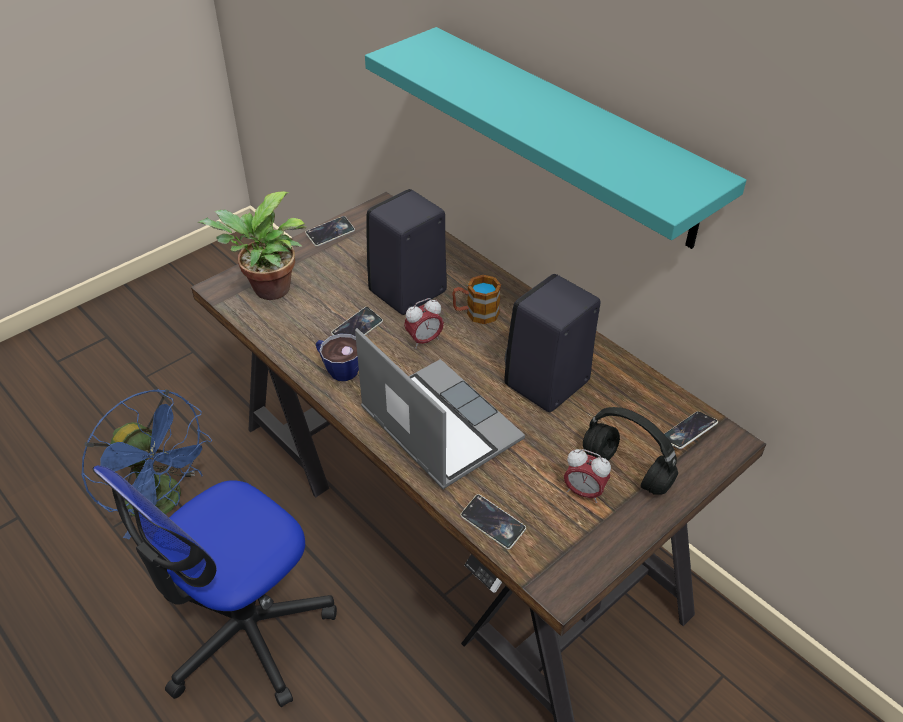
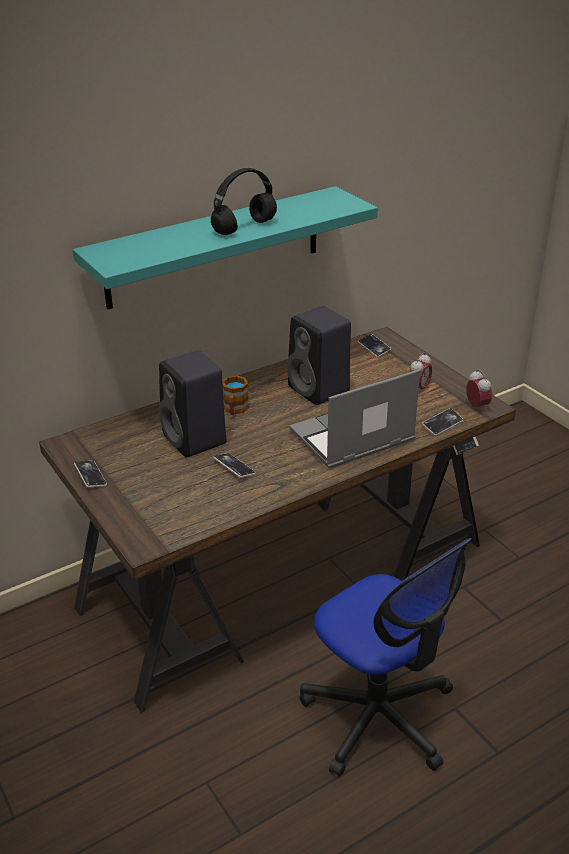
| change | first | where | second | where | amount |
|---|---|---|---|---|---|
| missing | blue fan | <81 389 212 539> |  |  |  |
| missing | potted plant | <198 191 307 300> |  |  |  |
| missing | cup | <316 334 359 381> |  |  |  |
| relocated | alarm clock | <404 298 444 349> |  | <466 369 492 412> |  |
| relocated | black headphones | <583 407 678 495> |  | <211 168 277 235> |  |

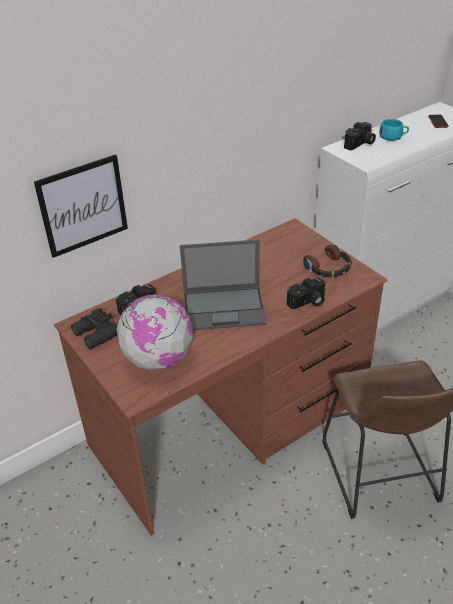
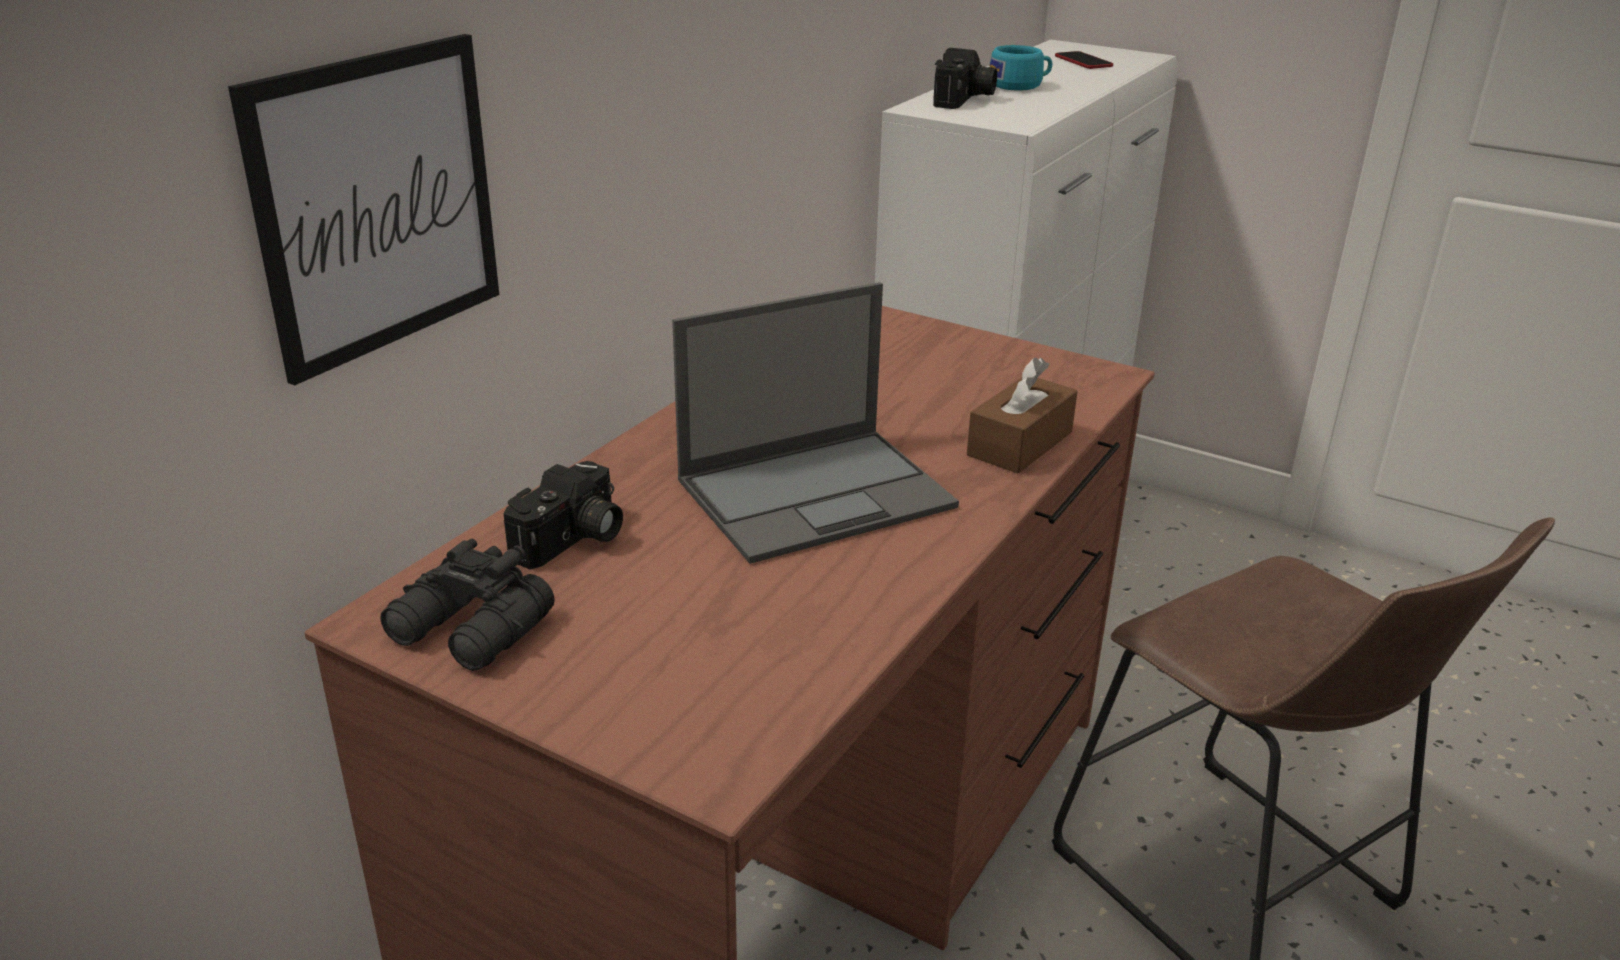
| change | first | where | second | where | amount |
|---|---|---|---|---|---|
| missing | globe | <116 294 193 370> |  |  |  |
| missing | headphones | <303 245 352 278> |  |  |  |
| exchanged | photo camera | <287 278 326 309> | brown tissue box | <967 358 1077 473> |  |

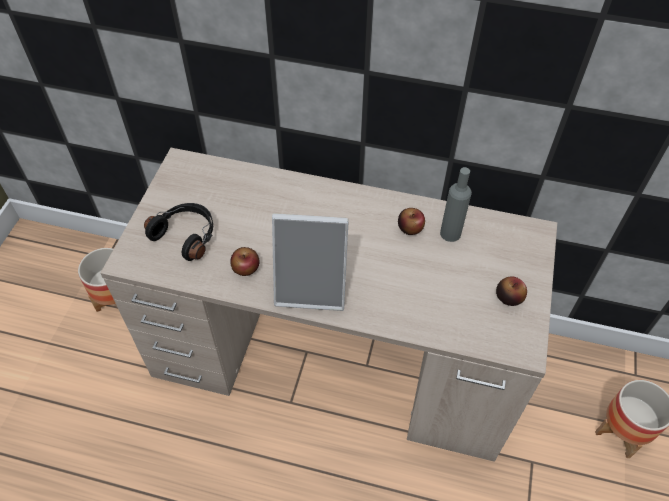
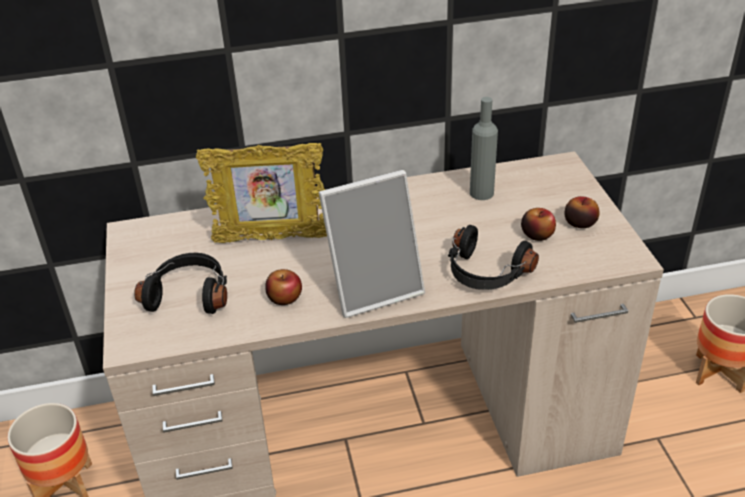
| change | first | where | second | where | amount |
|---|---|---|---|---|---|
| appeared |  |  | picture frame | <196 143 327 243> |  |
| appeared |  |  | black headphones | <448 225 539 290> |  |
| relocated | apple | <398 208 425 235> |  | <521 208 556 241> |  |

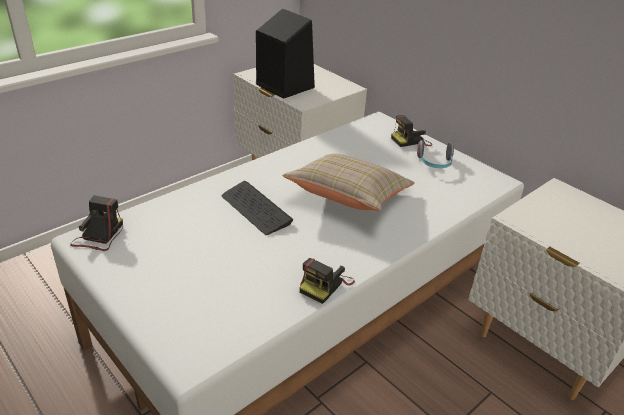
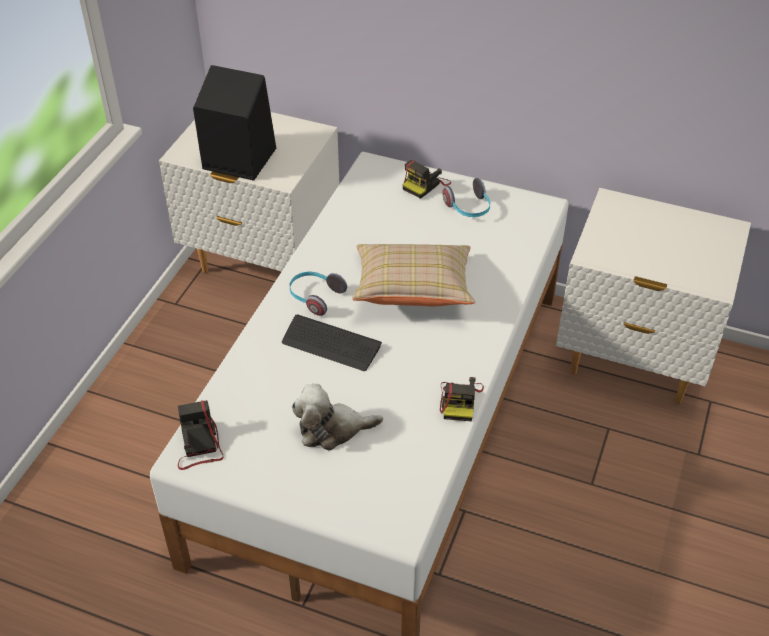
| change | first | where | second | where | amount |
|---|---|---|---|---|---|
| appeared |  |  | headphones | <289 272 347 316> |  |
| appeared |  |  | plush toy | <292 384 383 450> |  |

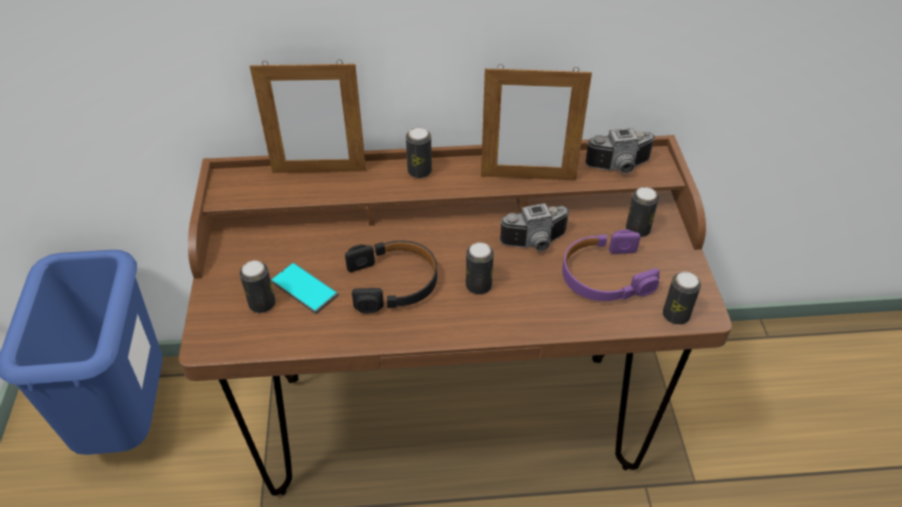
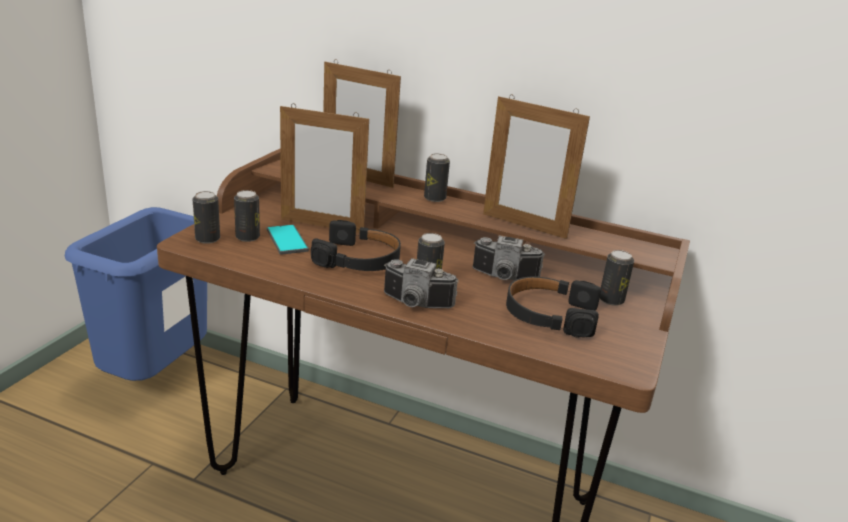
| change | first | where | second | where | amount |
|---|---|---|---|---|---|
| appeared |  |  | picture frame | <280 103 369 233> |  |
| relocated | photo camera | <585 128 655 174> |  | <384 258 459 308> |  |
| relocated | can | <663 272 701 325> |  | <193 191 220 244> |  |
| colour | purple headphones | <562 230 660 301> | black headphones | <506 277 601 338> |  |

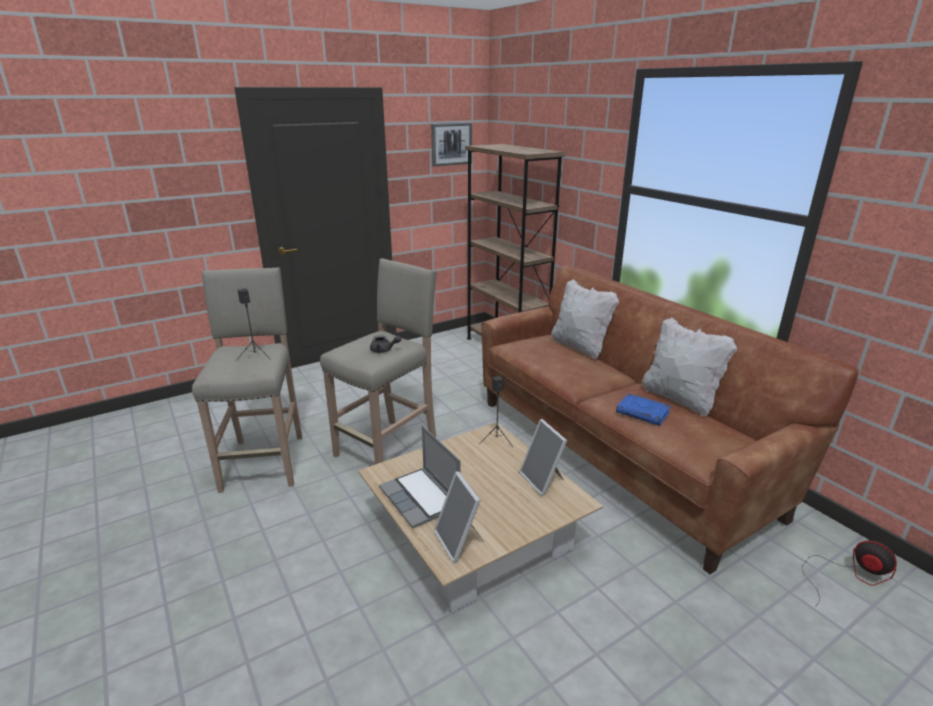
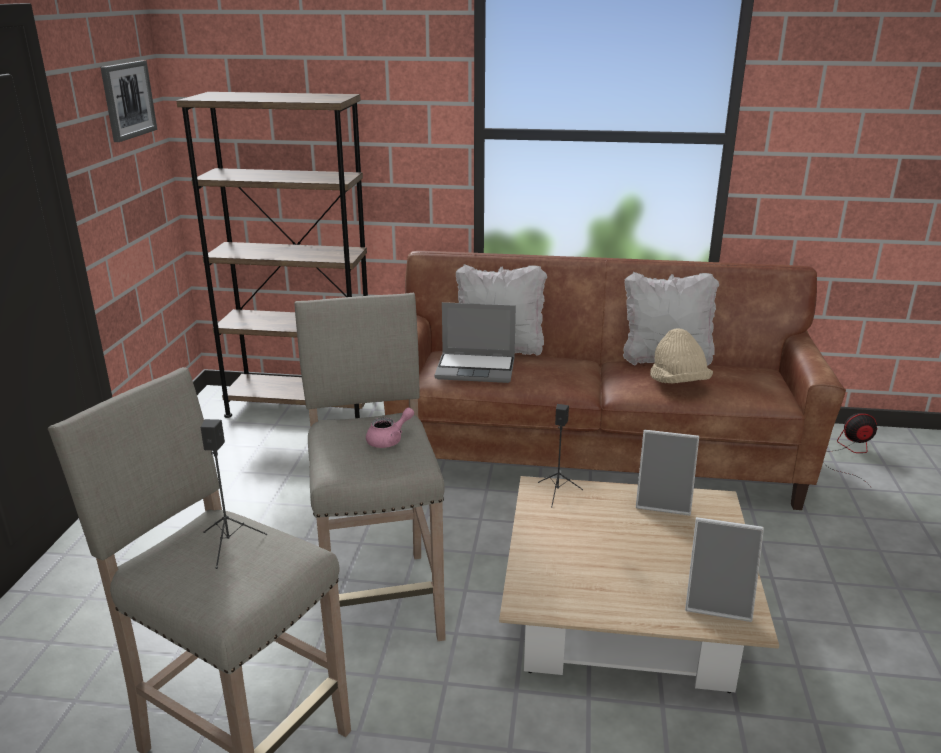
| change | first | where | second | where | amount |
|---|---|---|---|---|---|
| relocated | laptop | <379 426 460 529> |  | <434 302 516 383> |  |
| exchanged | blue book | <616 393 671 426> | beige hat | <650 328 713 384> |  |
| colour | grey teapot | <370 335 401 353> | pink teapot | <366 408 414 448> |  |

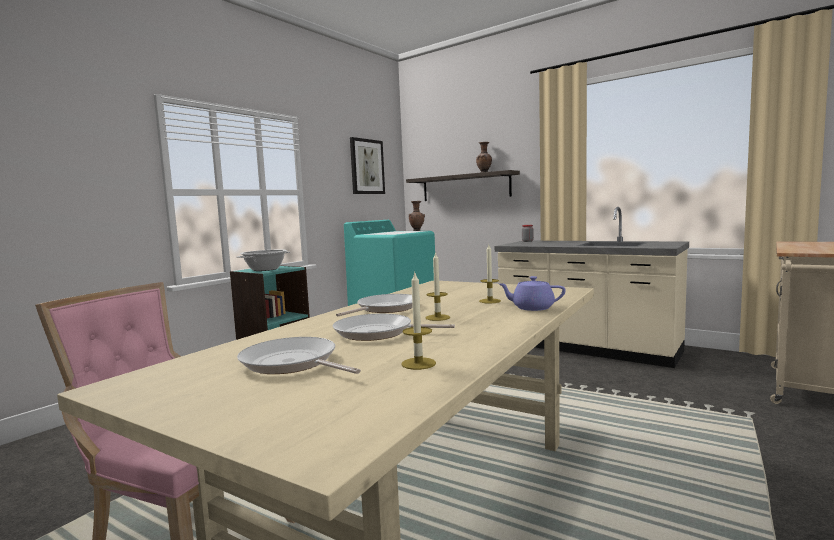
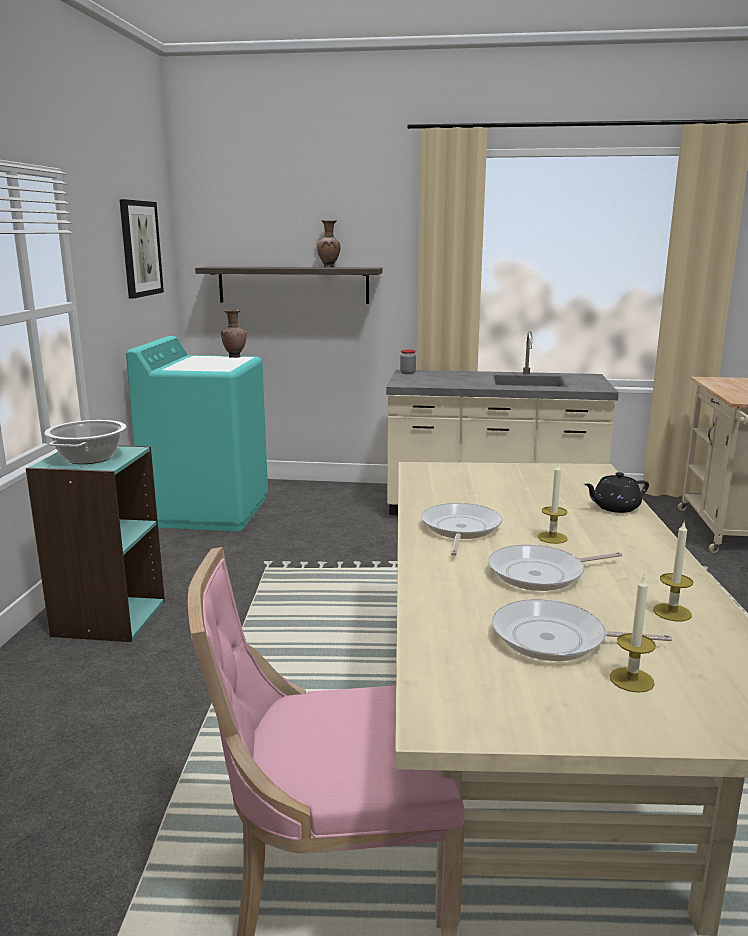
| change | first | where | second | where | amount |
|---|---|---|---|---|---|
| relocated | candle | <479 245 501 304> |  | <610 576 656 693> |  |
| colour | purple teapot | <498 276 566 311> | black teapot | <584 472 649 513> |  |

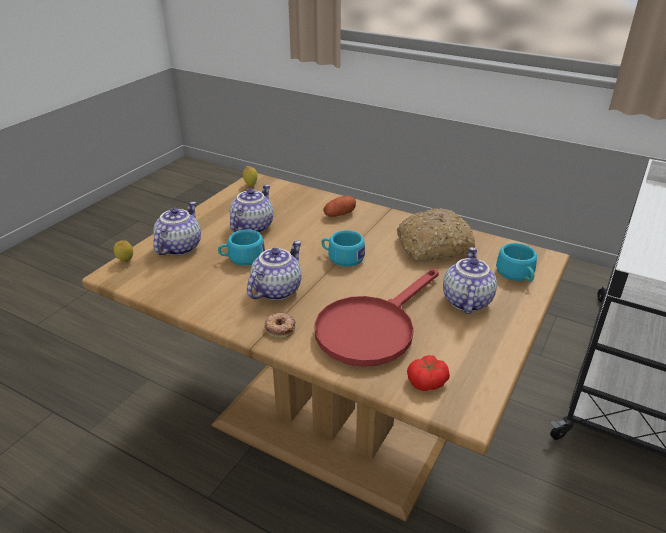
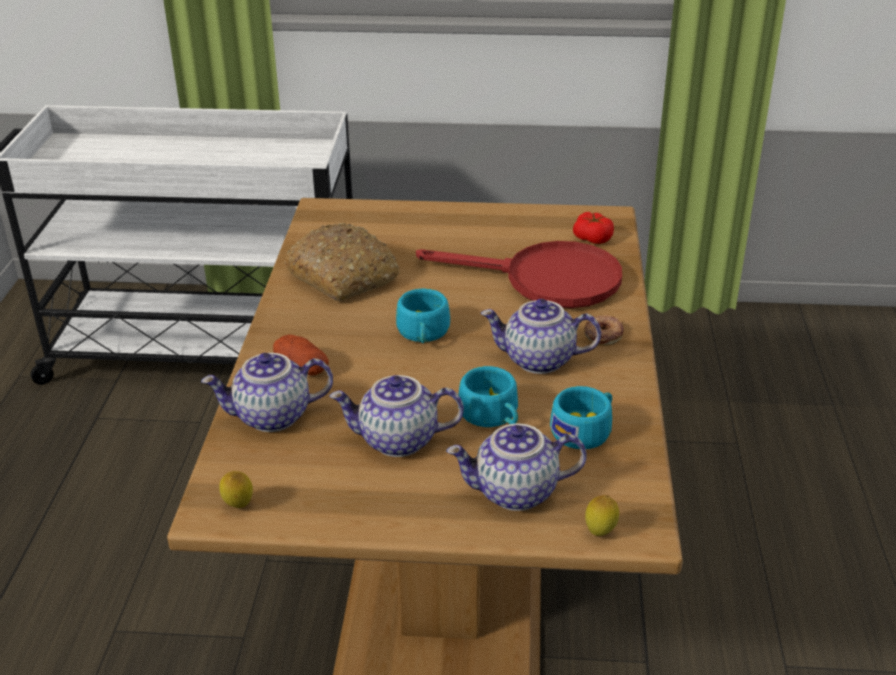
| change | first | where | second | where | amount |
|---|---|---|---|---|---|
| relocated | teapot | <443 247 497 314> |  | <201 353 333 432> |  |
| relocated | turquoise cup | <496 243 537 281> |  | <550 386 612 449> |  |

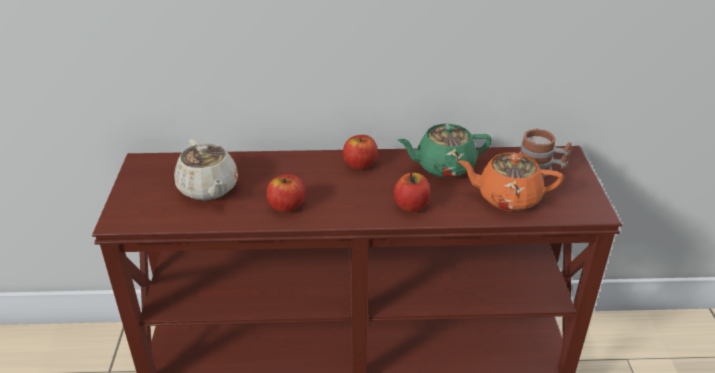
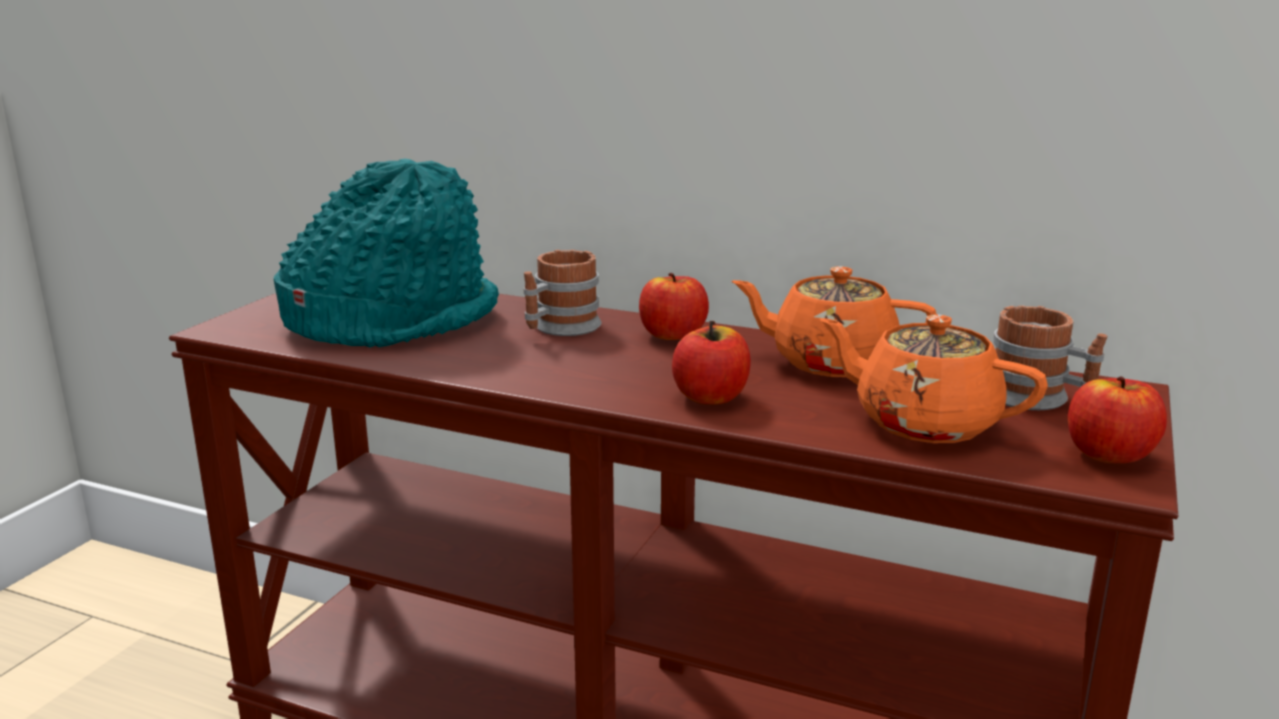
| change | first | where | second | where | amount |
|---|---|---|---|---|---|
| appeared |  |  | mug | <524 250 601 336> |  |
| relocated | apple | <266 174 305 212> |  | <1068 377 1167 463> |  |
| exchanged | beige teapot | <174 139 238 201> | turquoise hat | <274 159 499 348> |  |
| colour | green teapot | <397 124 492 178> | orange teapot | <731 267 937 377> |  |

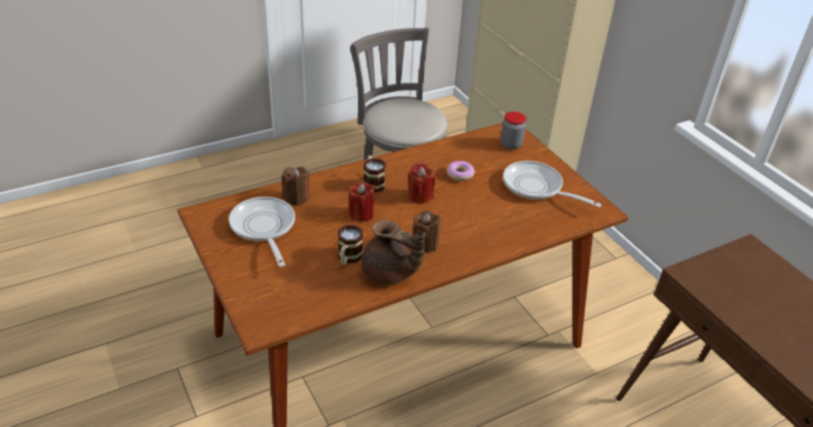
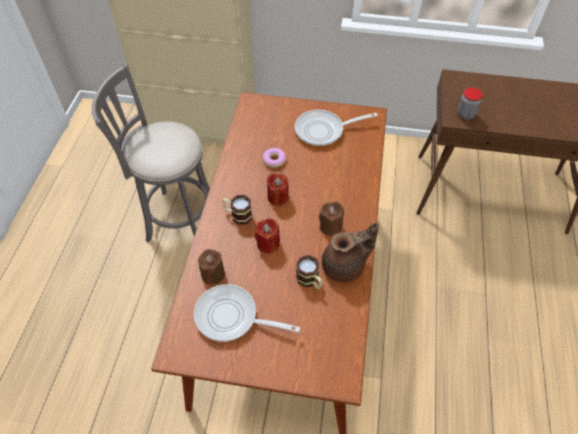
| change | first | where | second | where | amount |
|---|---|---|---|---|---|
| relocated | jar | <500 112 526 150> |  | <457 88 483 120> |  |

